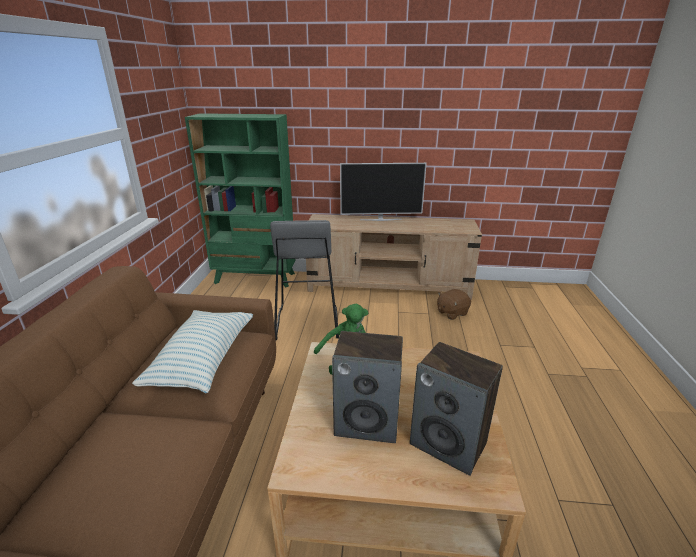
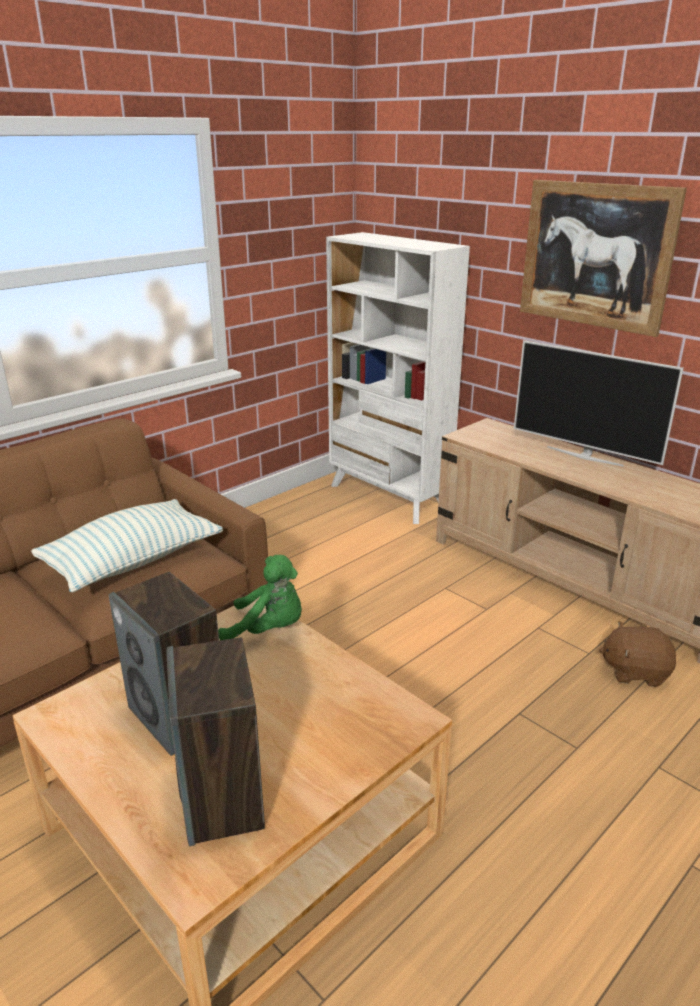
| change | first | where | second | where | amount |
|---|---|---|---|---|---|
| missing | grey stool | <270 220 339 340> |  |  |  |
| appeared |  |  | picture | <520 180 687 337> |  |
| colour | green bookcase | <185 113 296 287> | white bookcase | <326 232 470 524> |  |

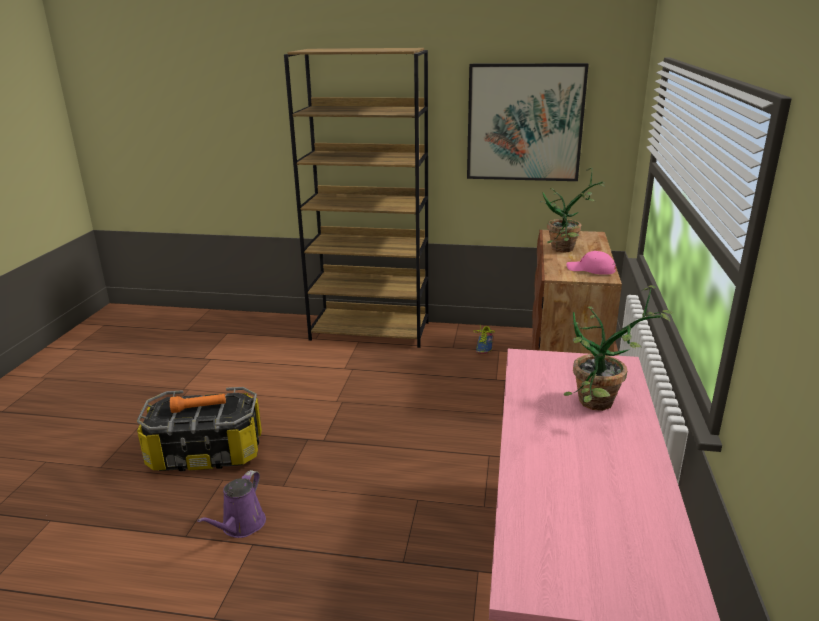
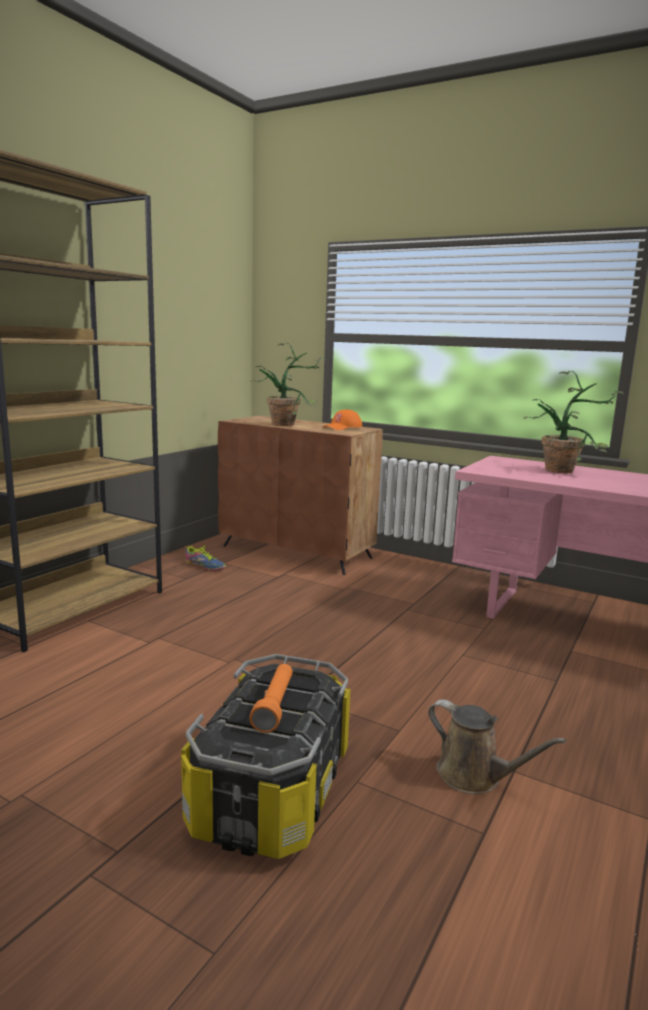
| change | first | where | second | where | amount |
|---|---|---|---|---|---|
| missing | picture | <467 63 589 181> |  |  |  |
| colour | purple watering can | <197 470 266 538> | brown watering can | <428 699 566 794> |  |
| colour | pink cap | <566 251 616 275> | orange cap | <323 409 362 430> |  |

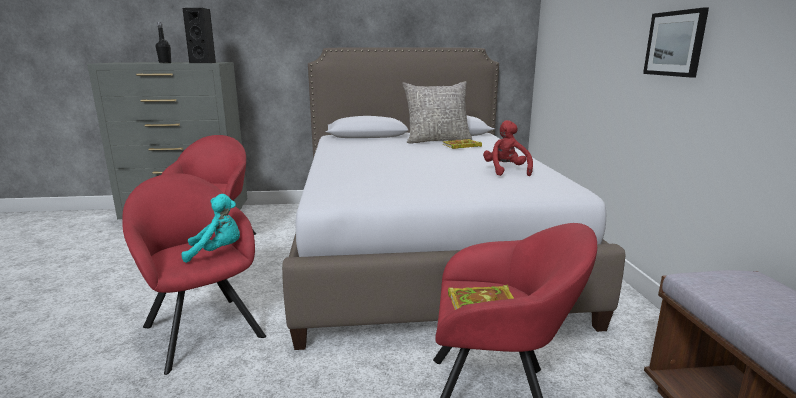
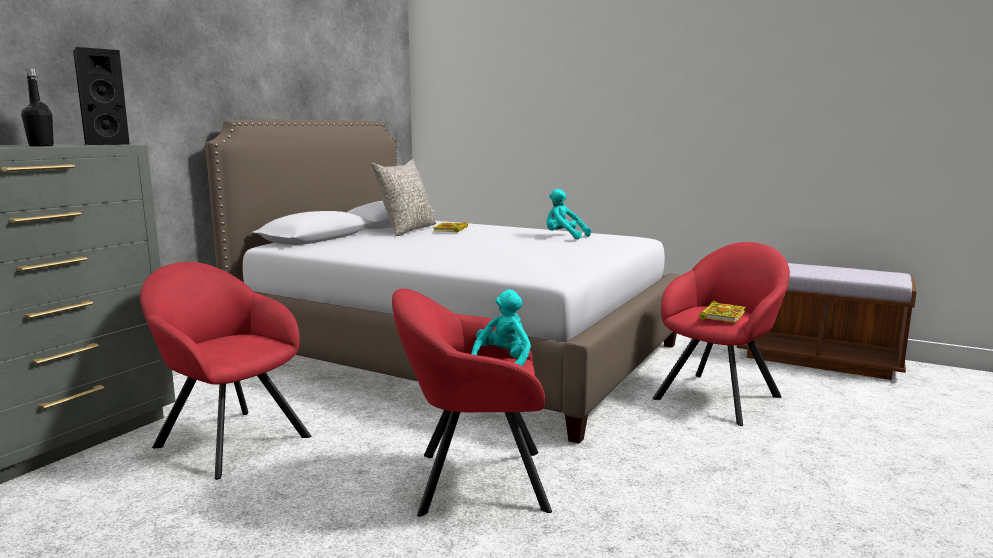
| change | first | where | second | where | amount |
|---|---|---|---|---|---|
| missing | picture | <643 8 709 78> |  |  |  |
| colour | red plush toy | <483 120 533 176> | turquoise plush toy | <547 189 591 239> |  |

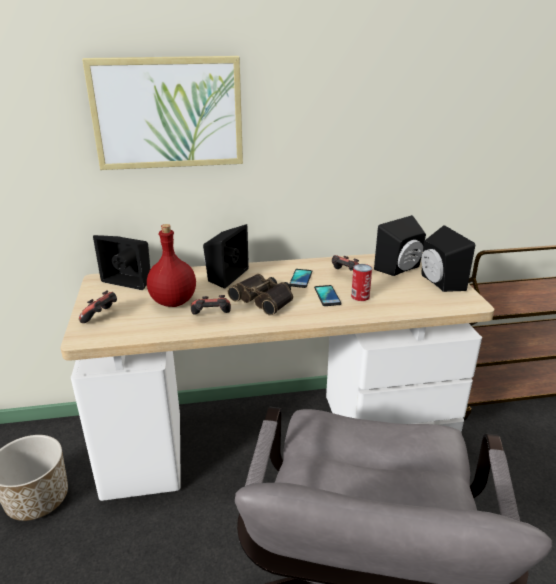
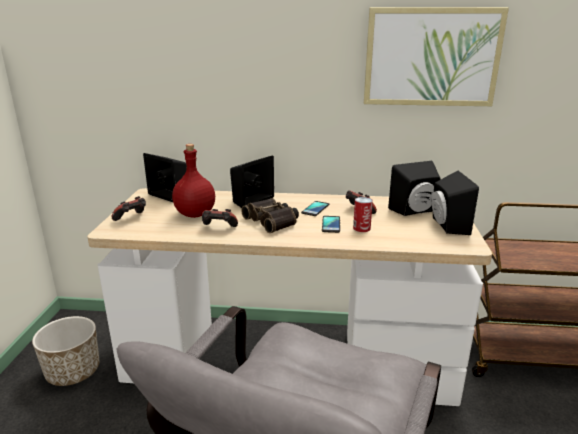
| change | first | where | second | where | amount |
|---|---|---|---|---|---|
| relocated | picture | <82 56 243 170> |  | <364 7 509 106> |  |

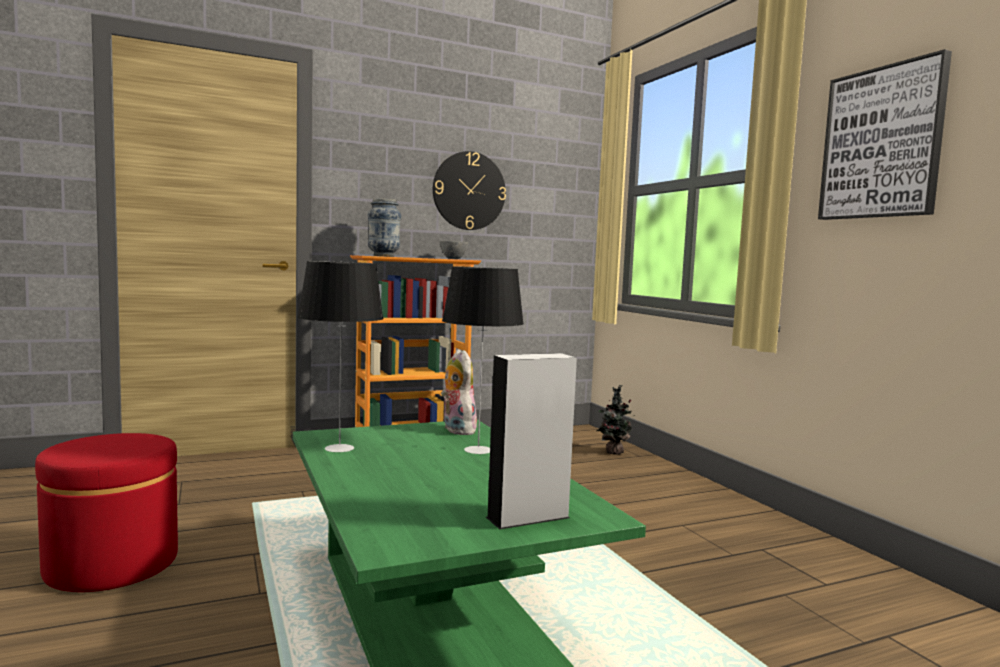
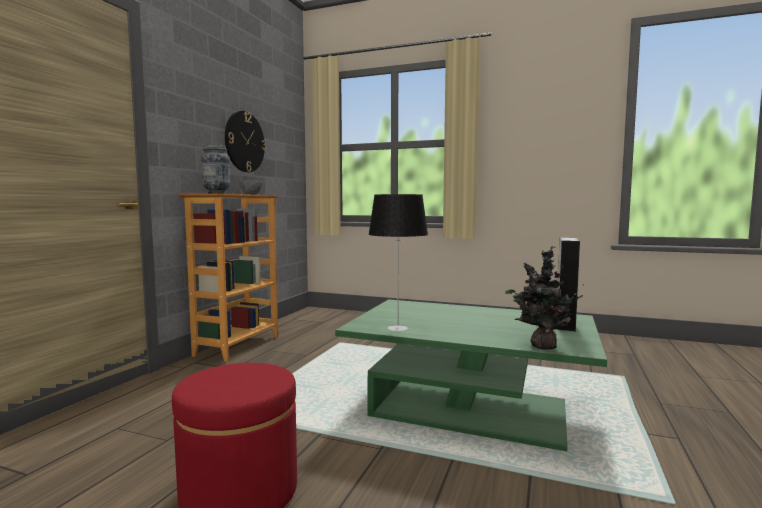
| change | first | where | second | where | amount |
|---|---|---|---|---|---|
| missing | plush toy | <441 349 478 435> |  |  |  |
| missing | table lamp | <442 266 524 454> |  |  |  |
| missing | picture | <818 49 952 220> |  |  |  |
| relocated | potted plant | <596 385 632 455> |  | <505 246 584 350> |  |

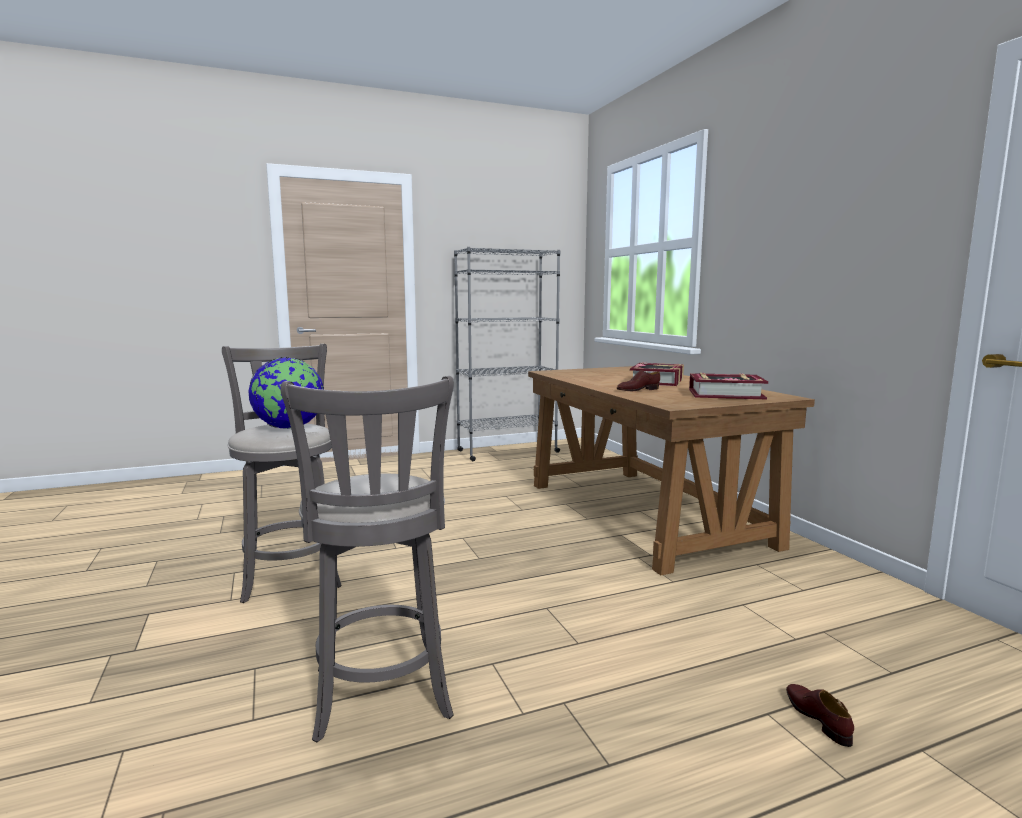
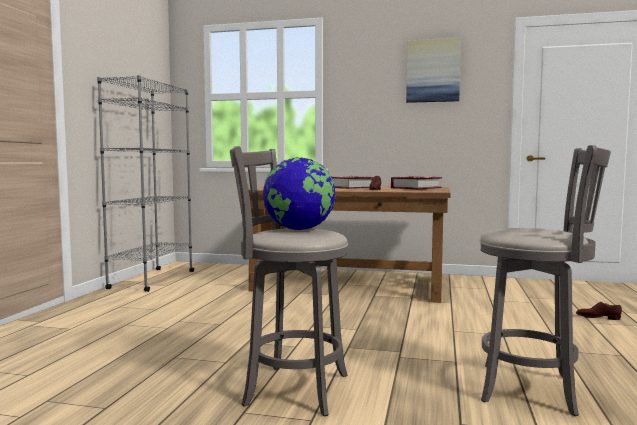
| change | first | where | second | where | amount |
|---|---|---|---|---|---|
| appeared |  |  | picture | <406 38 461 103> |  |

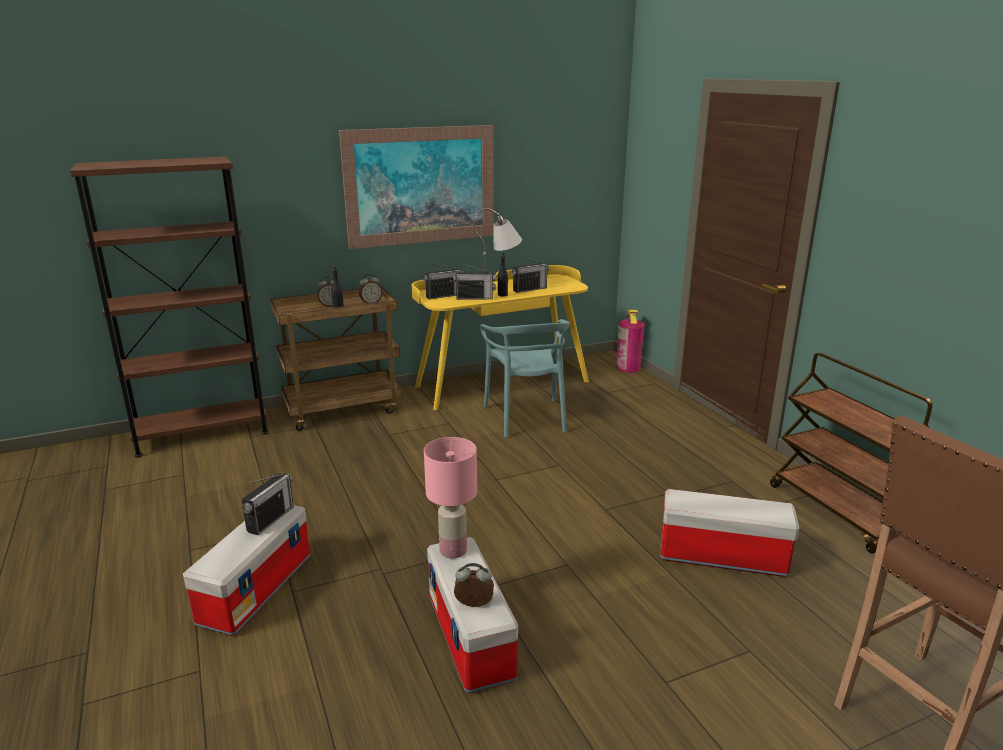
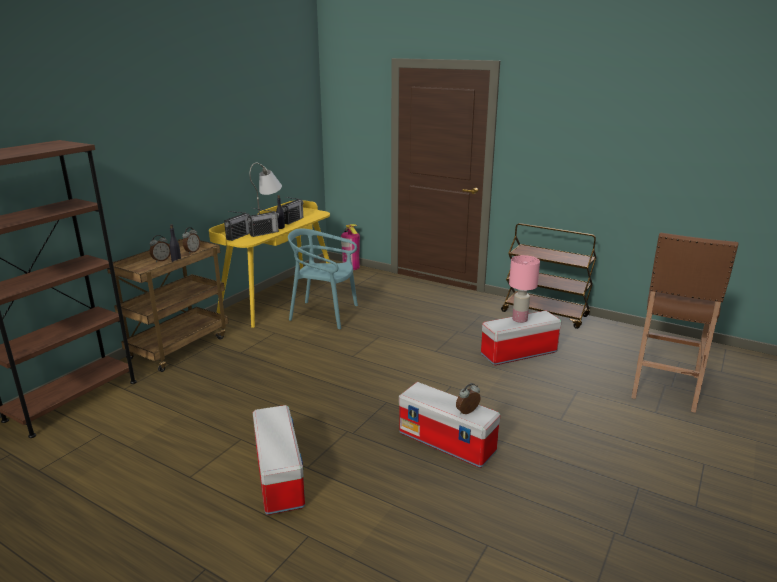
| change | first | where | second | where | amount |
|---|---|---|---|---|---|
| missing | radio | <241 473 294 535> |  |  |  |
| missing | picture | <339 125 494 249> |  |  |  |
| relocated | pink table lamp | <424 437 477 558> |  | <509 255 540 323> |  |
| spun | turquoise chair | <480 319 570 438> |  | <288 228 358 329> | 150 degrees clockwise |

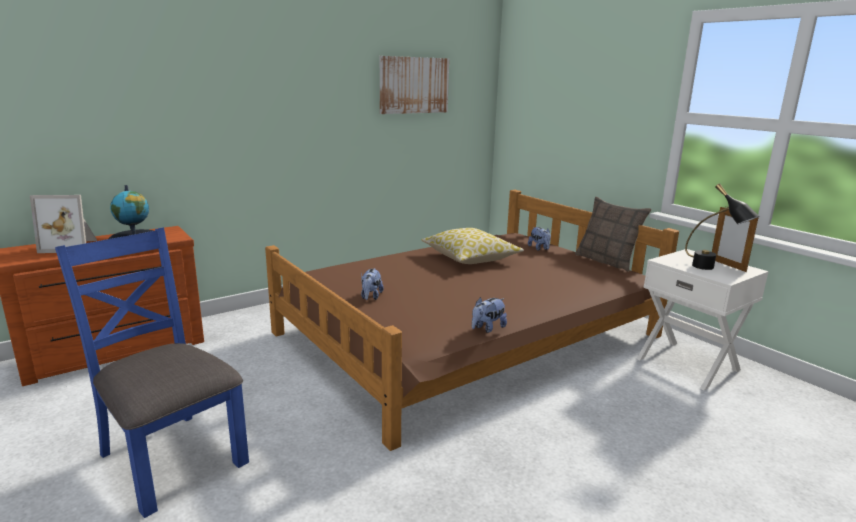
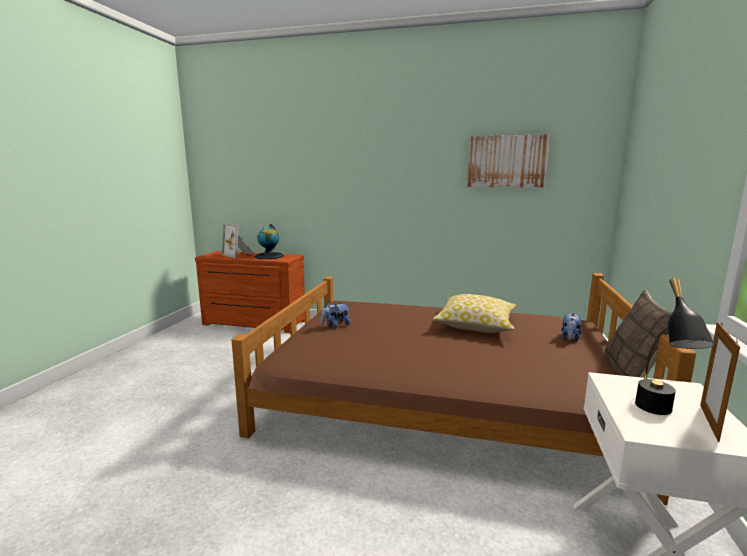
| change | first | where | second | where | amount |
|---|---|---|---|---|---|
| missing | blue chair | <55 227 249 518> |  |  |  |
| missing | plush toy | <472 297 507 333> |  |  |  |

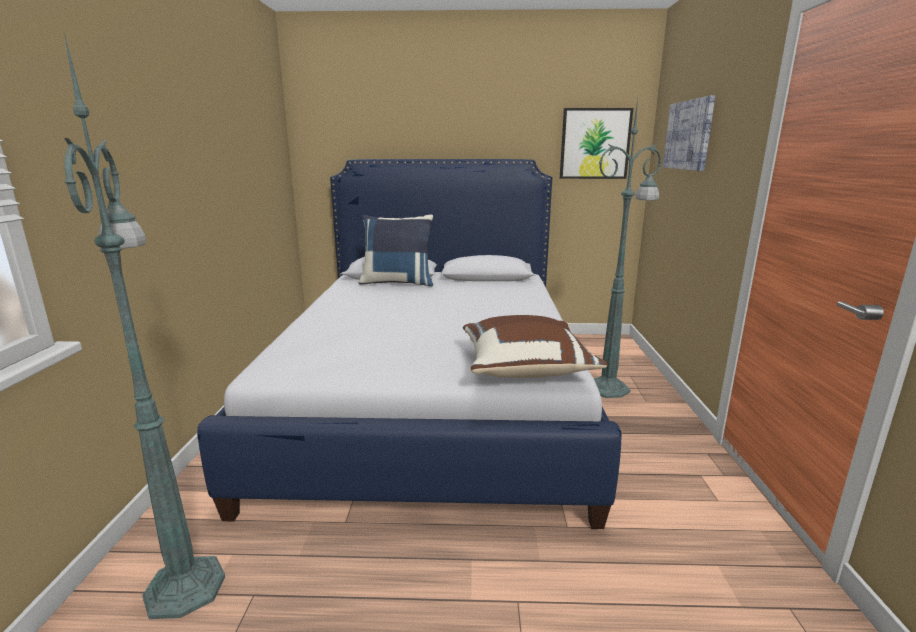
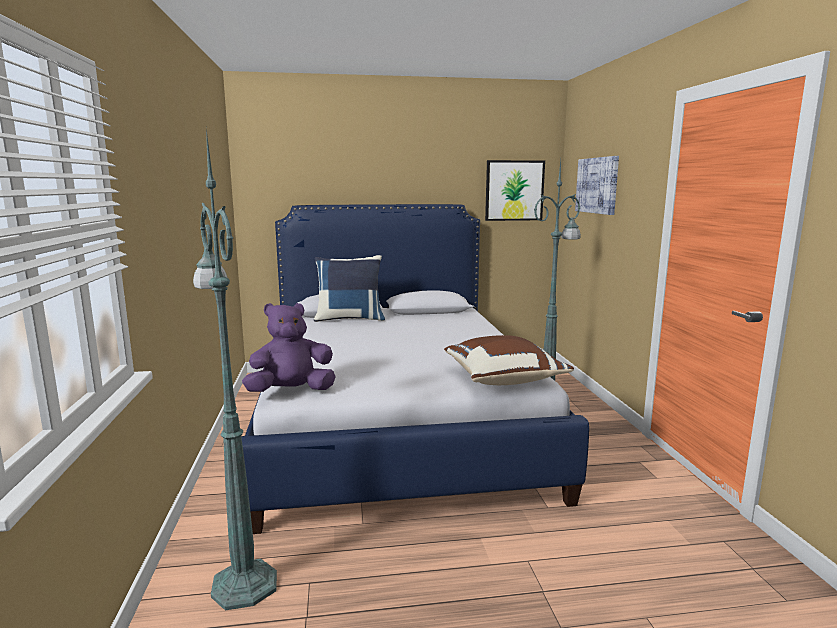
| change | first | where | second | where | amount |
|---|---|---|---|---|---|
| appeared |  |  | purple plush toy | <242 303 336 392> |  |

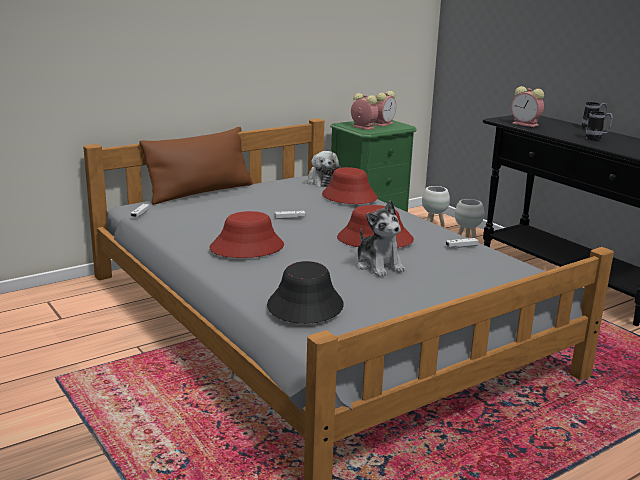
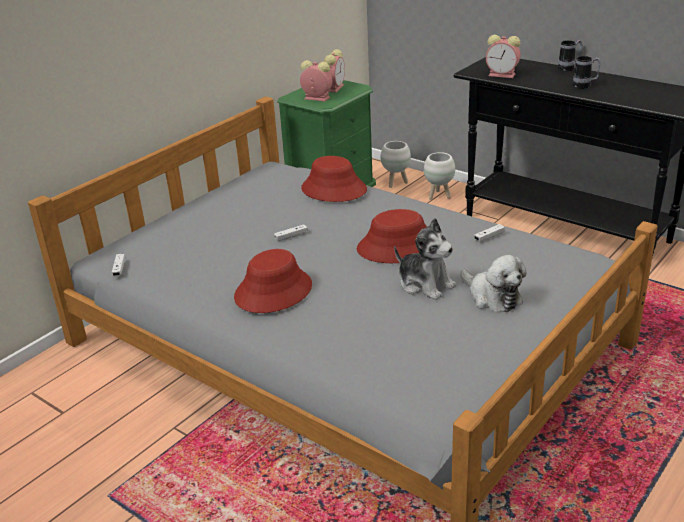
| change | first | where | second | where | amount |
|---|---|---|---|---|---|
| missing | brown pillow | <139 127 253 205> |  |  |  |
| missing | black hat | <267 261 344 324> |  |  |  |
| relocated | plush toy | <307 151 341 187> |  | <461 255 527 312> |  |

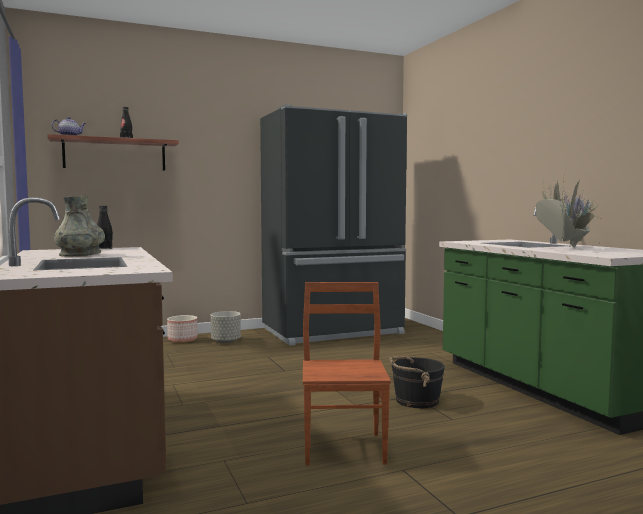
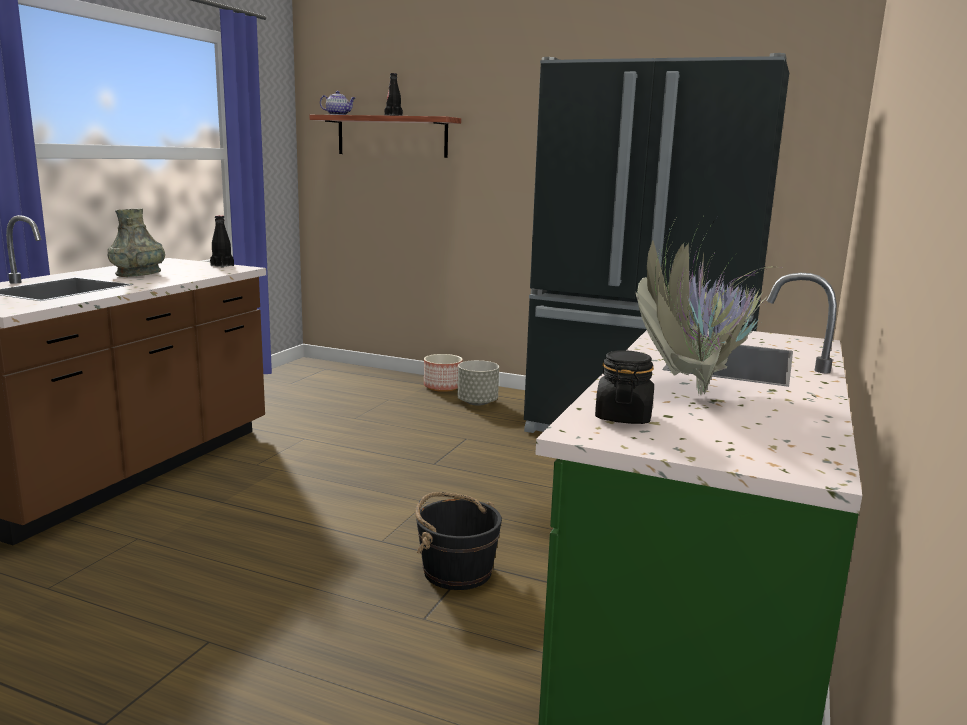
| change | first | where | second | where | amount |
|---|---|---|---|---|---|
| missing | brown chair | <303 282 391 466> |  |  |  |
| appeared |  |  | black jar | <595 350 654 424> |  |

